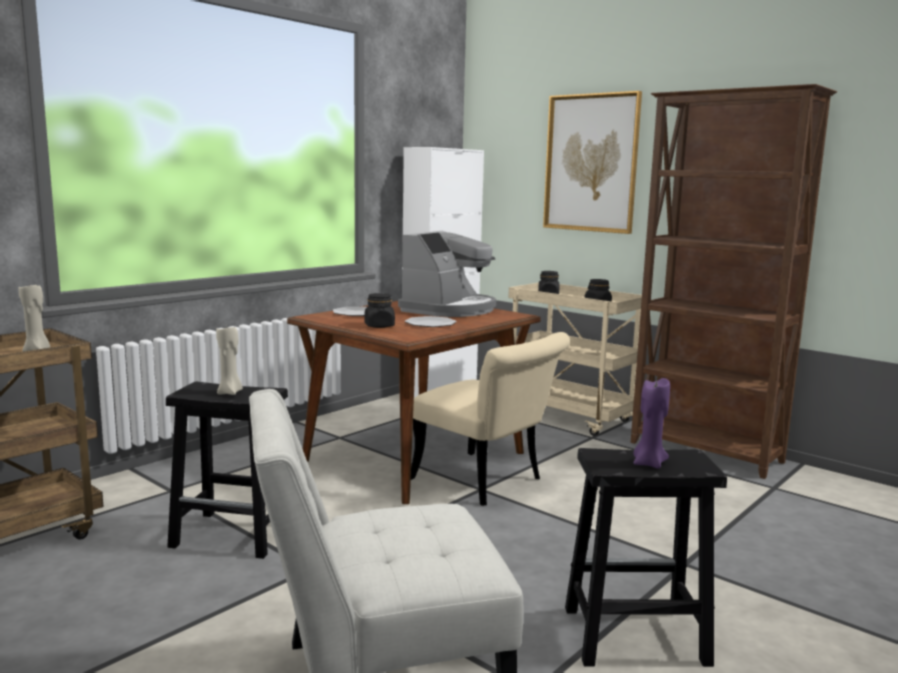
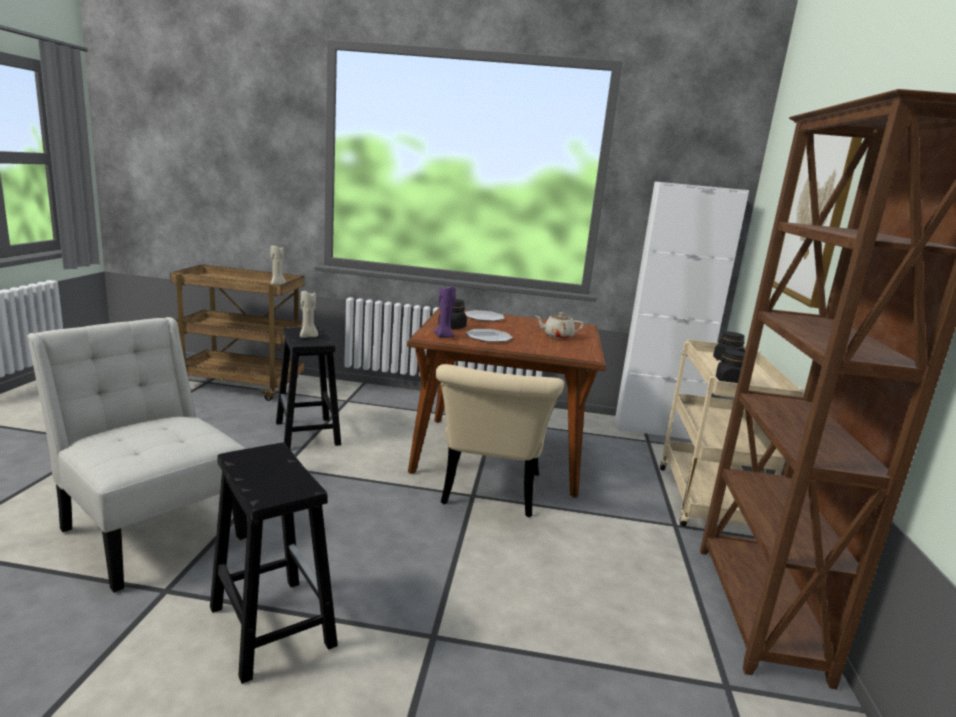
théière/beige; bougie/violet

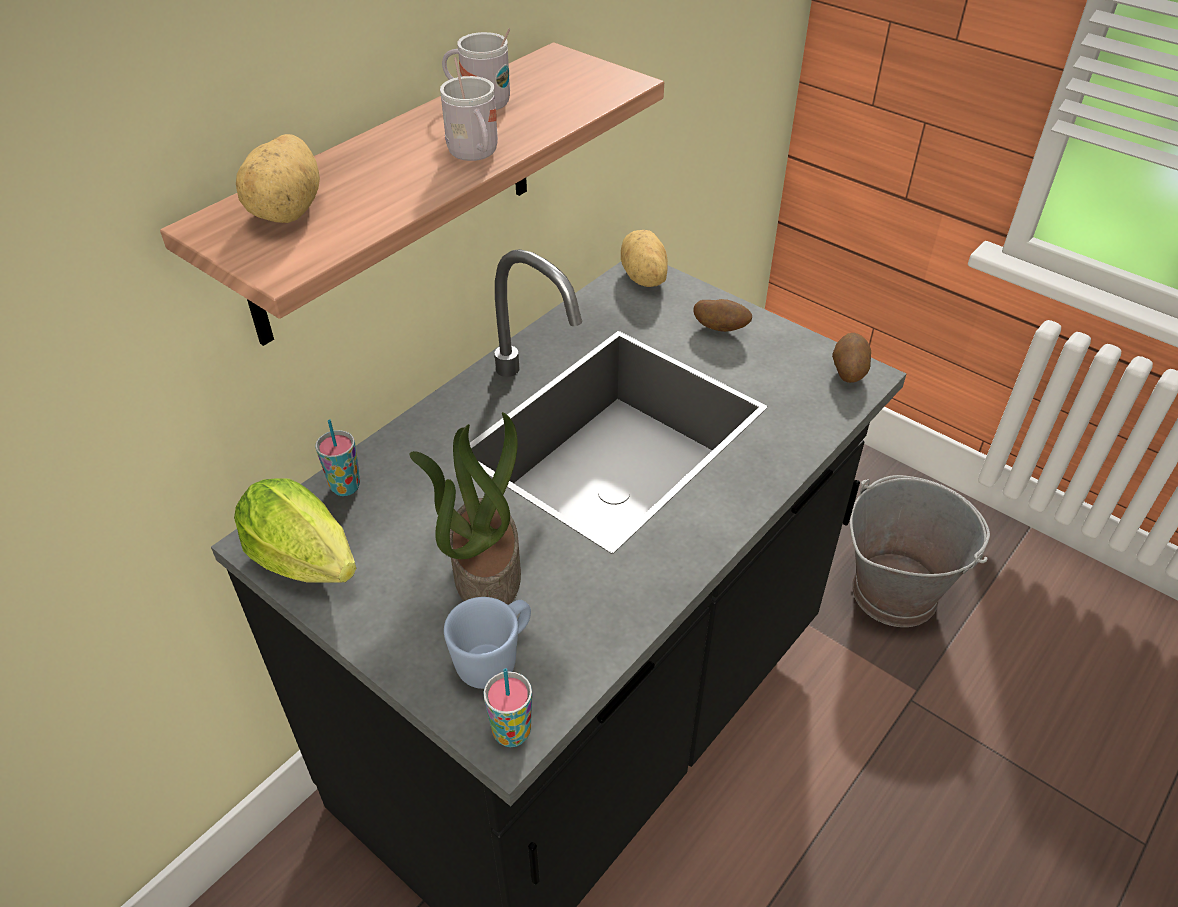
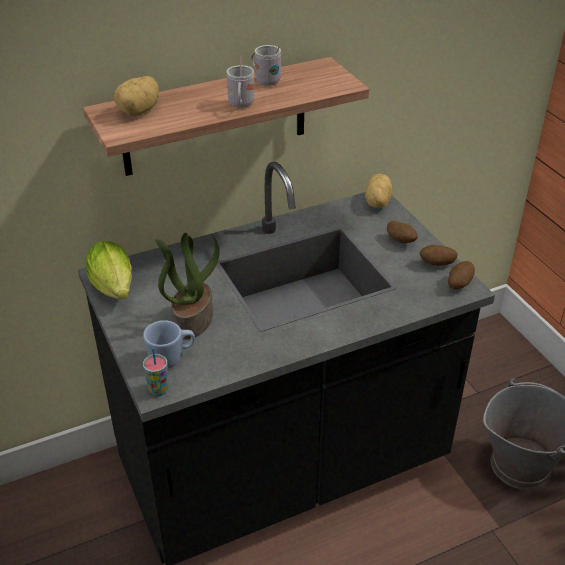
tasse (no. 1 from left in the first image); pomme de terre (no. 4 from left)

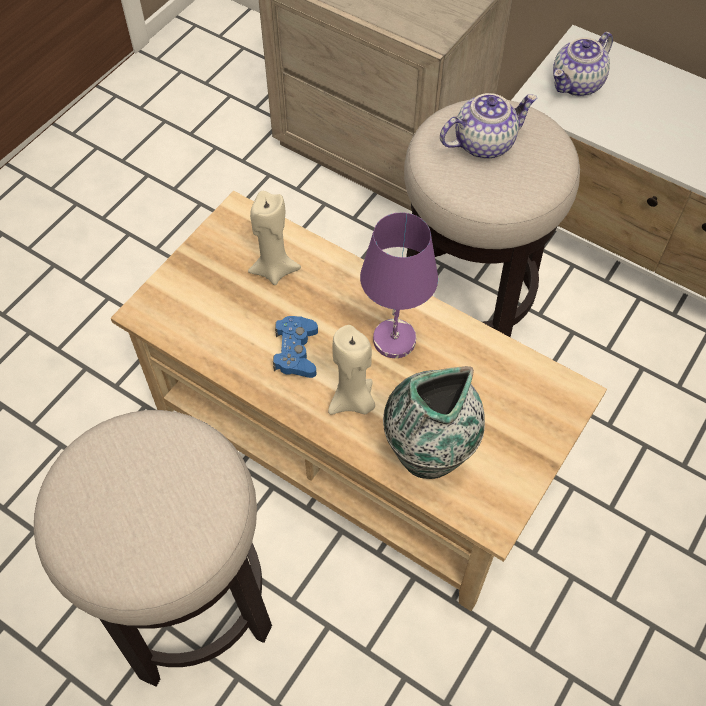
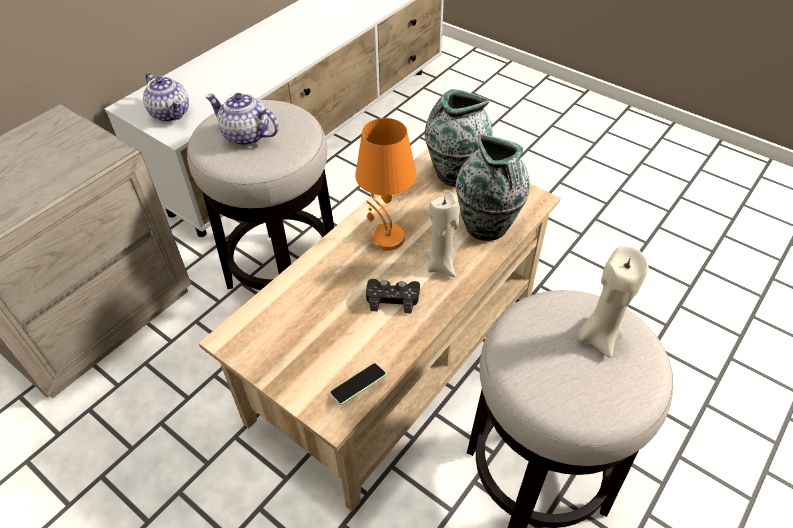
théière (no. 2 from left); bougie/beige (no. 2 from left); lampe de table/orange; manette/noir; vase (no. 1 from left); téléphone

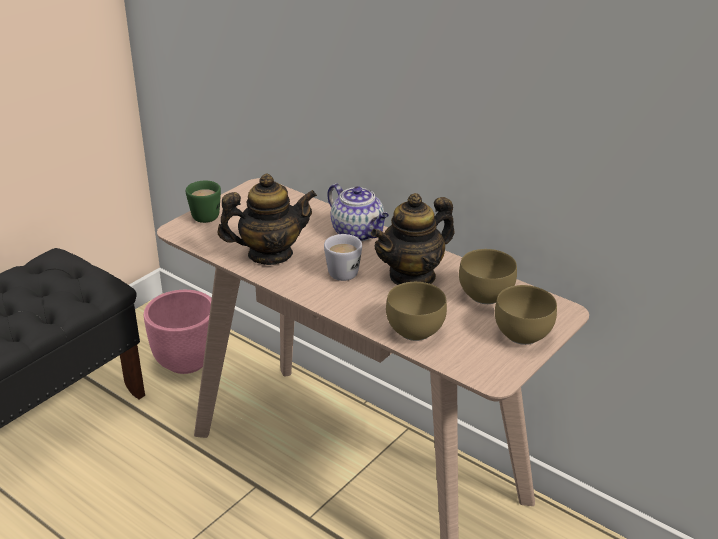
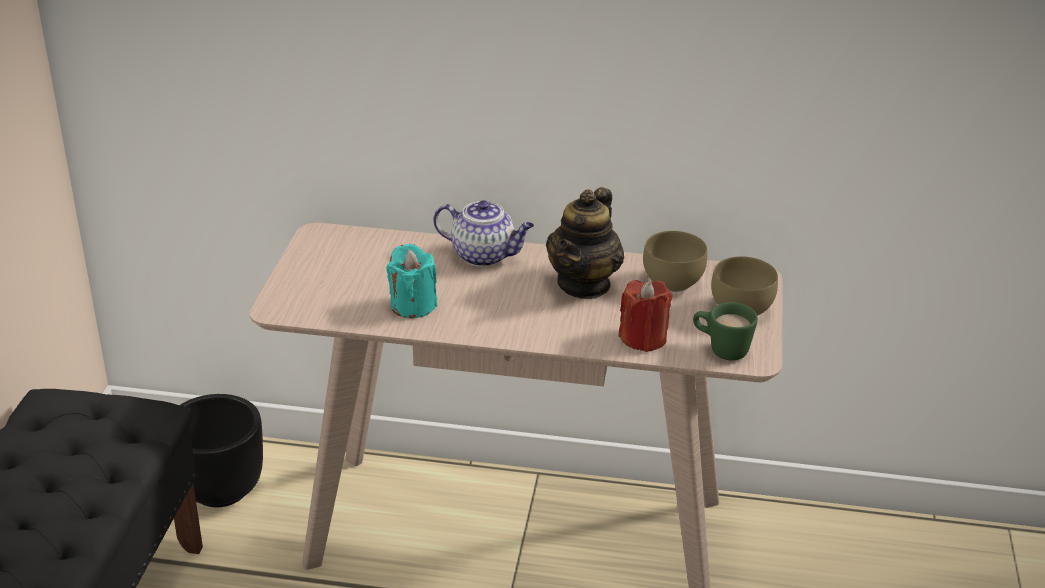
bougie/turquoise; mug/vert; mug/blanc; bougie/rouge; cache-pot/noir

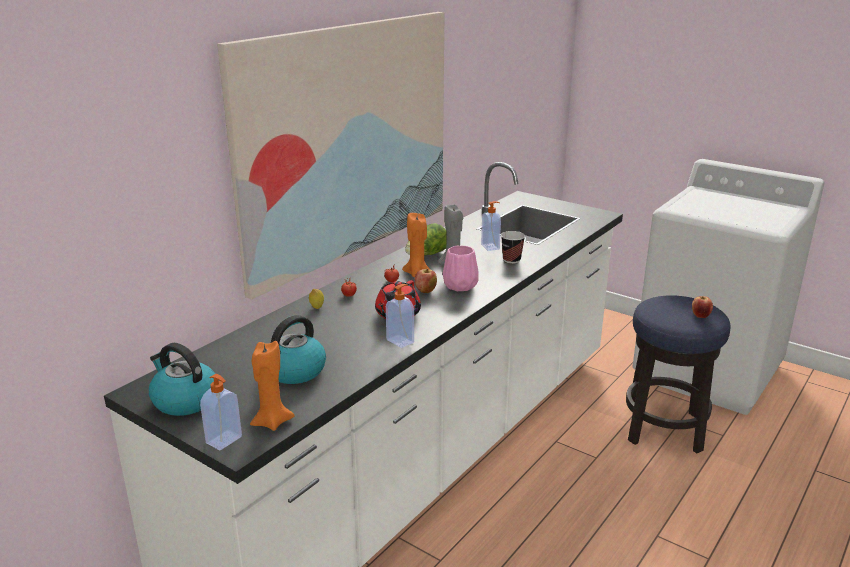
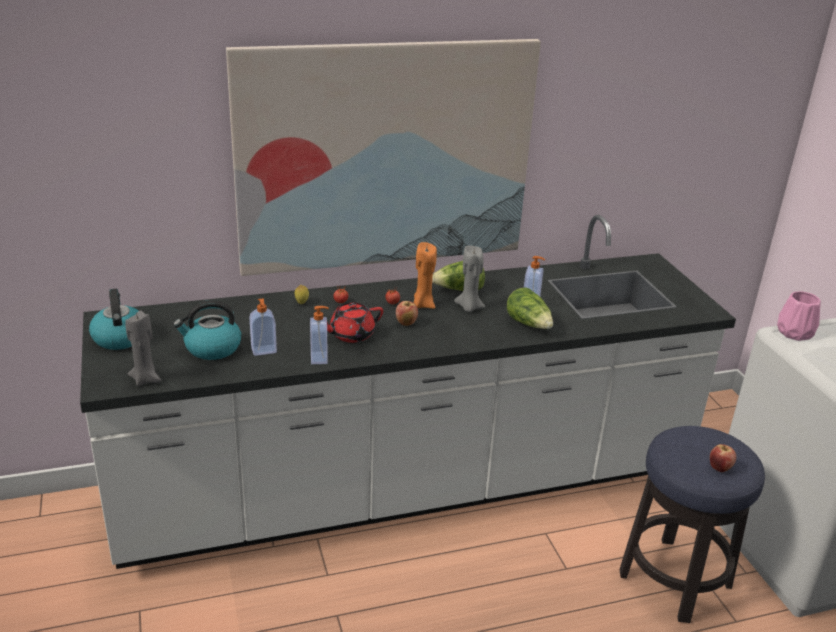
laitue (no. 2 from left); vase/rose; bougie/gris (no. 1 from left); distributeur de savon (no. 1 from left)

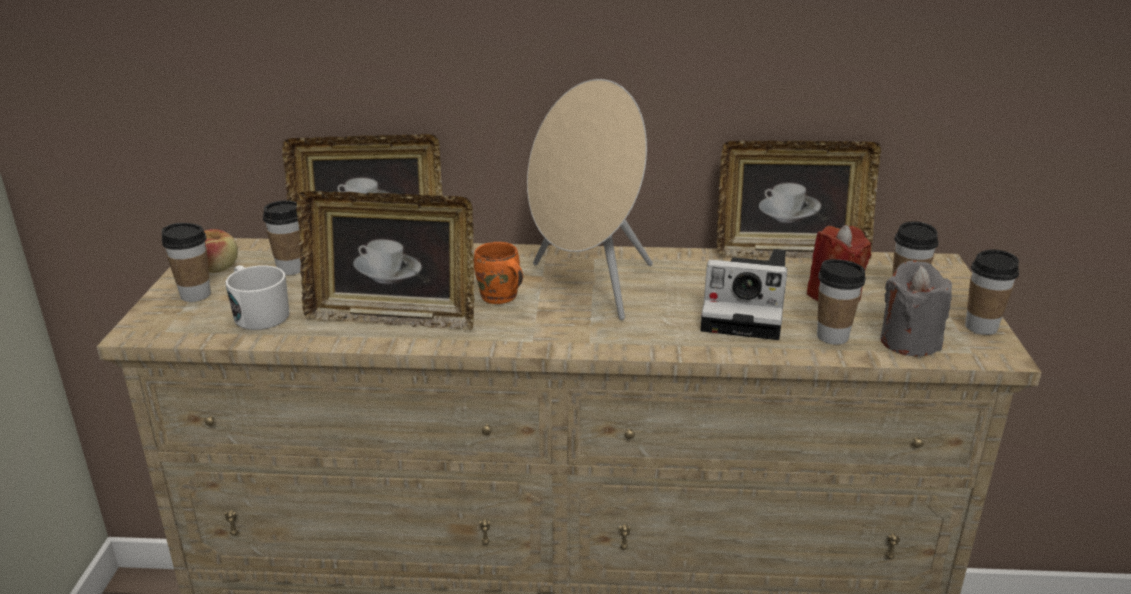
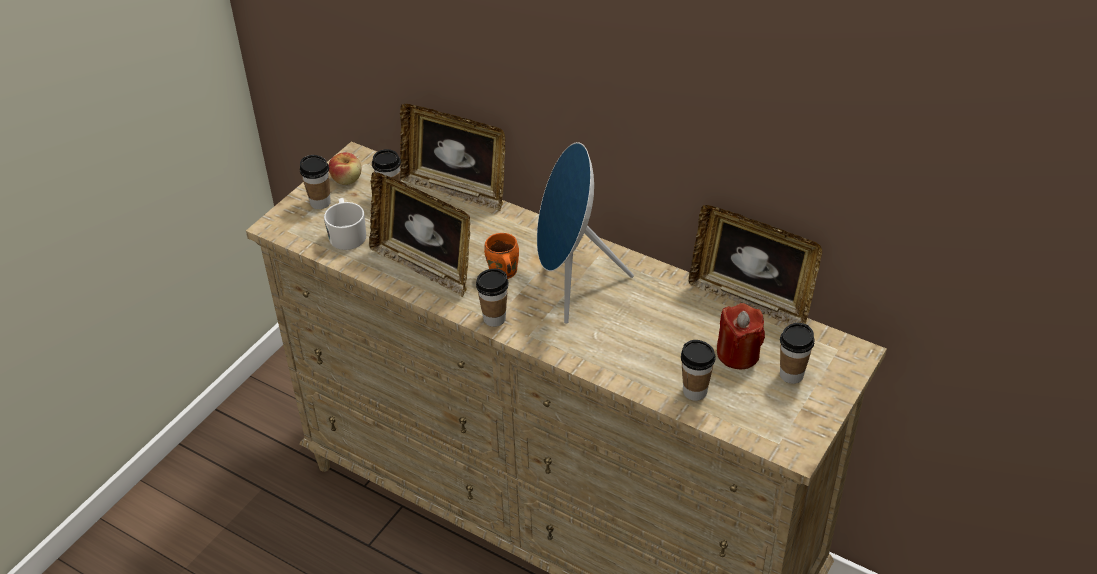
enceinte/bleu; appareil photo; tasse (no. 3 from left); bougie/gris

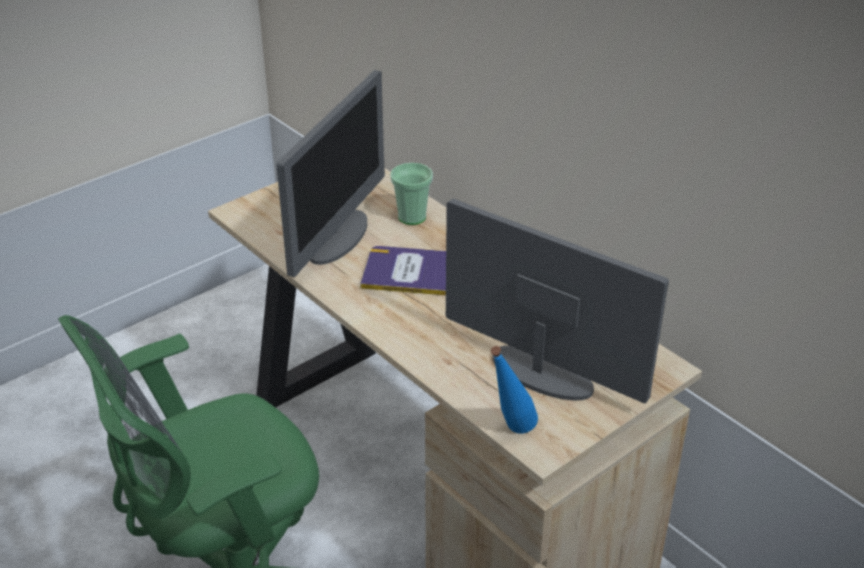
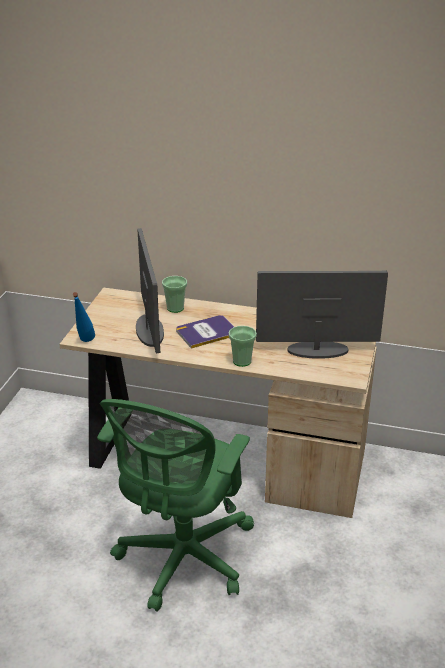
bouteille/bleu; tasse (no. 2 from left)

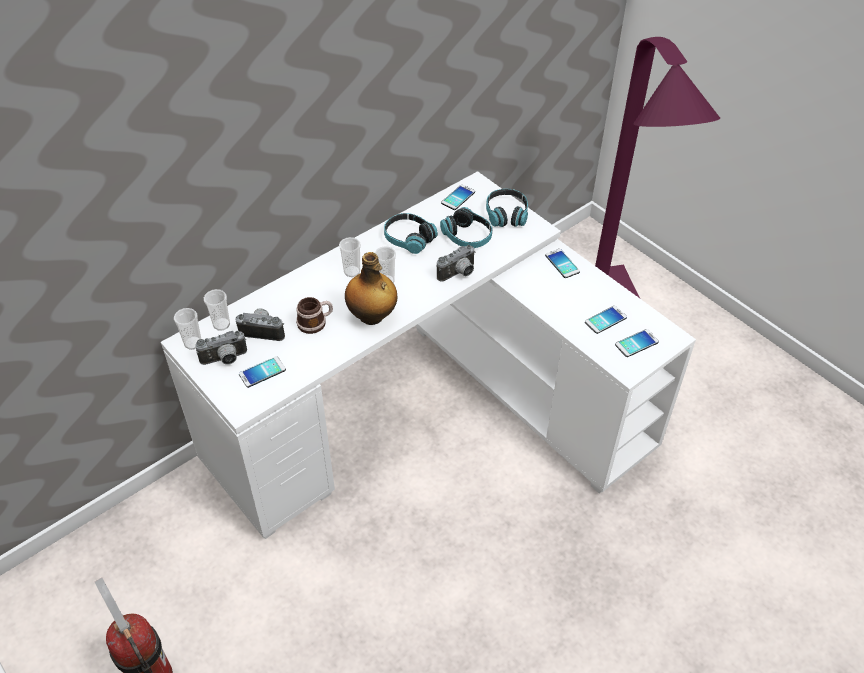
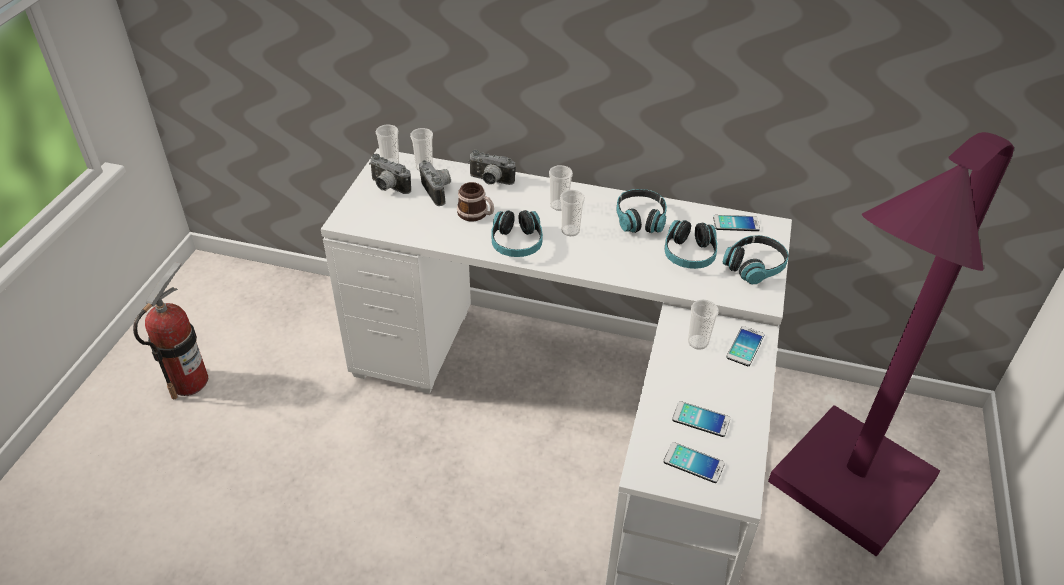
appareil photo (no. 3 from left); casque audio (no. 1 from left); téléphone (no. 1 from left in the first image); tasse (no. 5 from left)

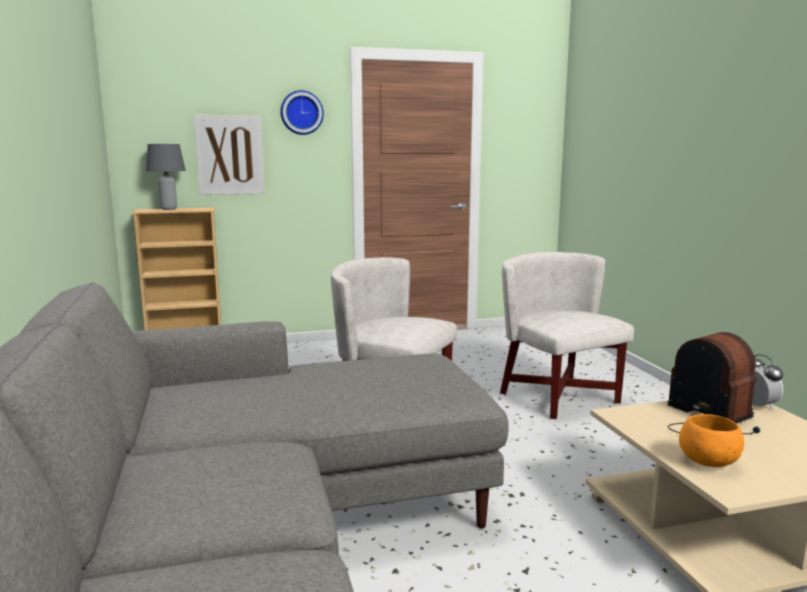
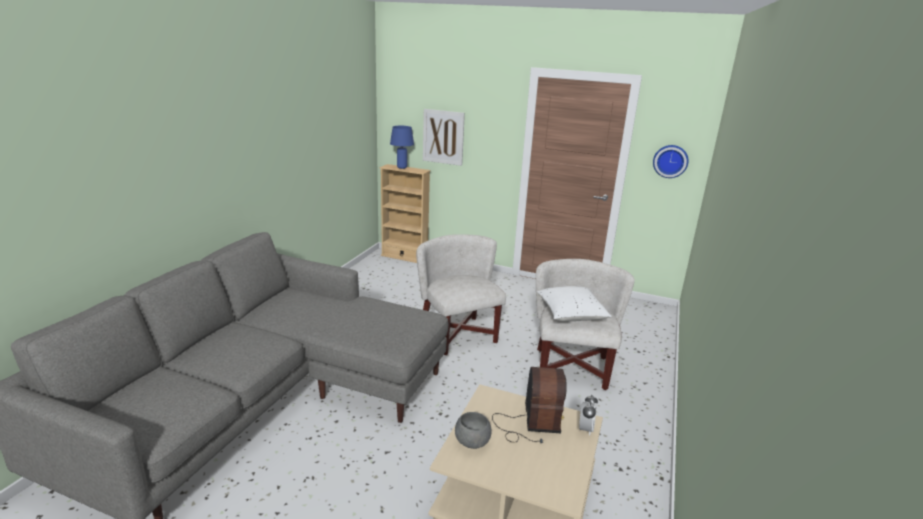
horloge murale; lampe de table/bleu; bol/gris; coussin/blanc

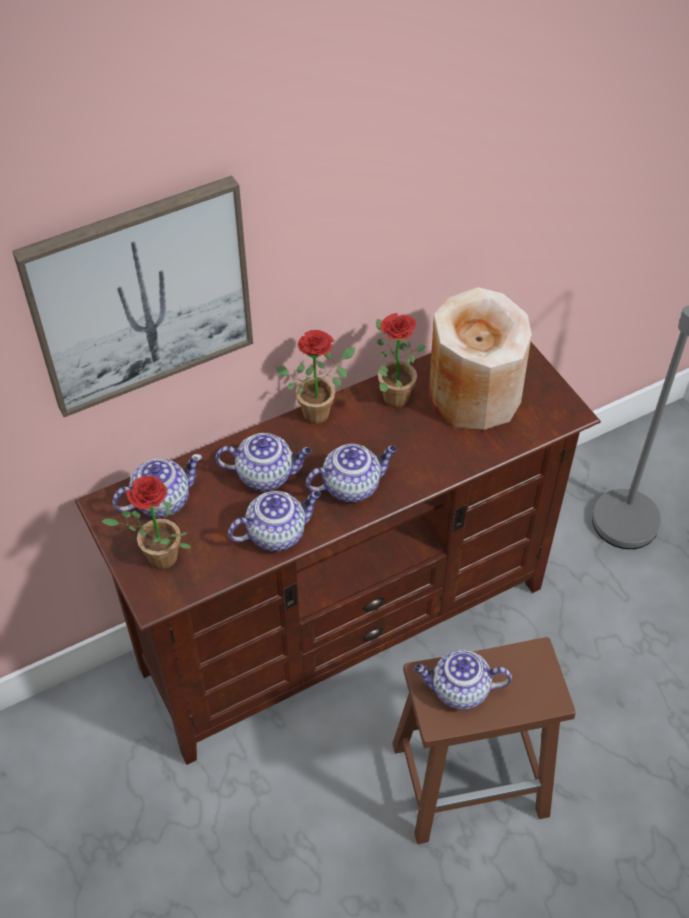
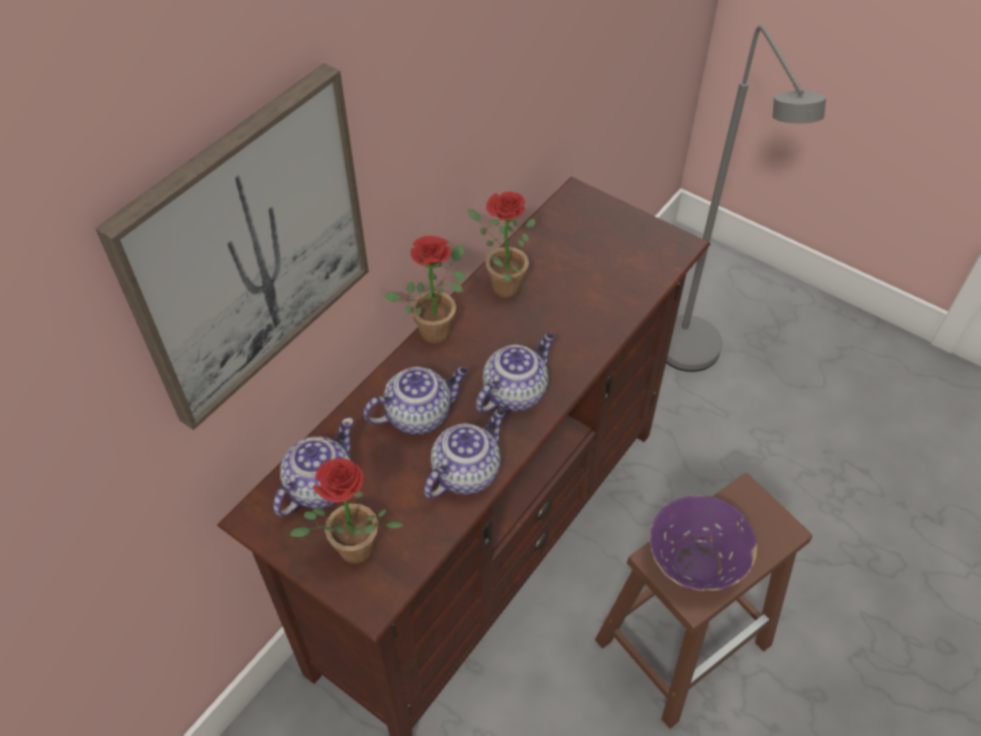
vase/beige; bol/violet

